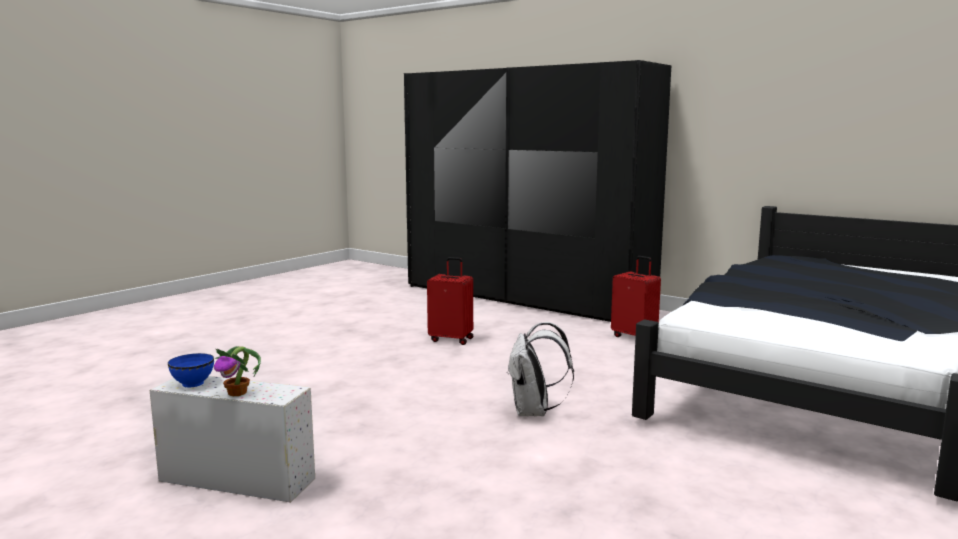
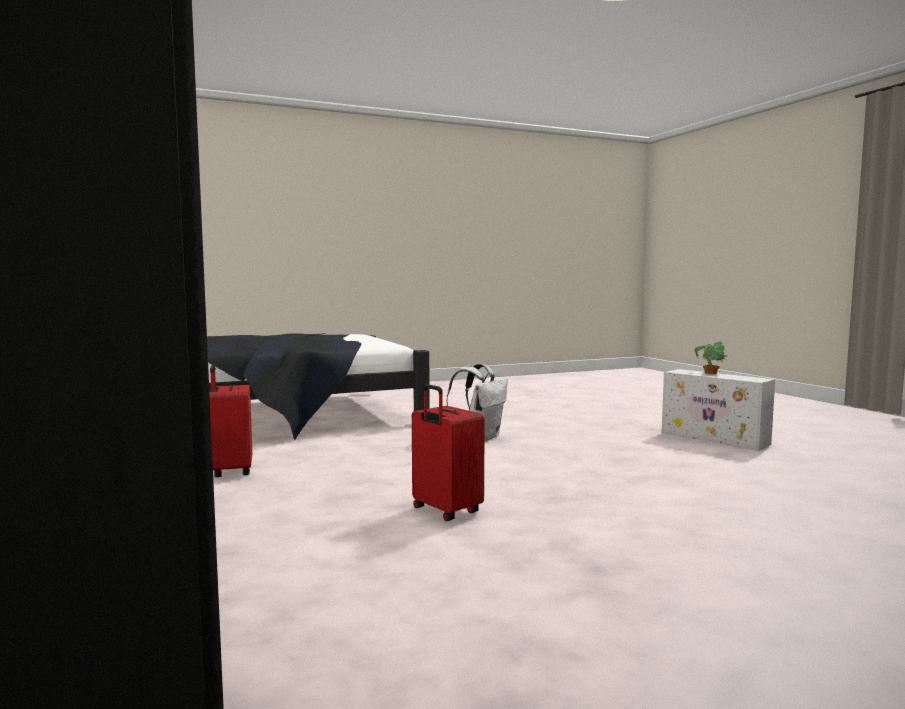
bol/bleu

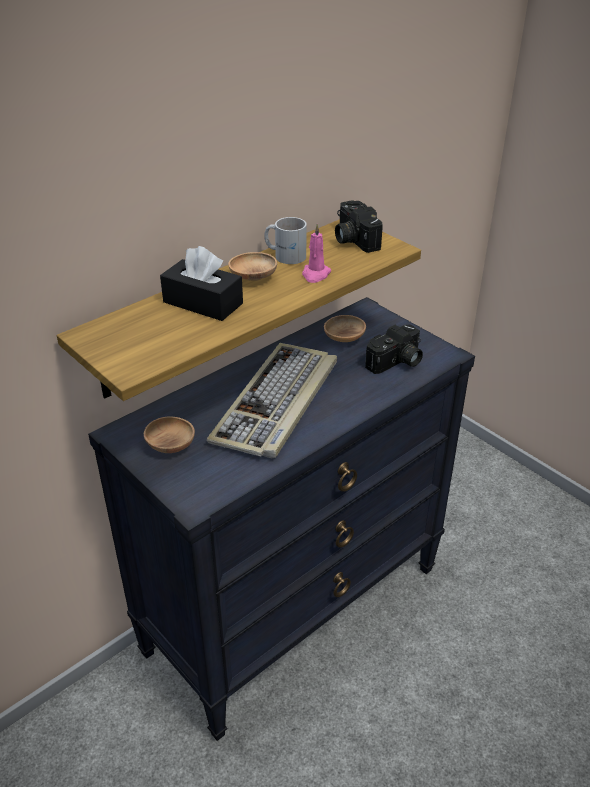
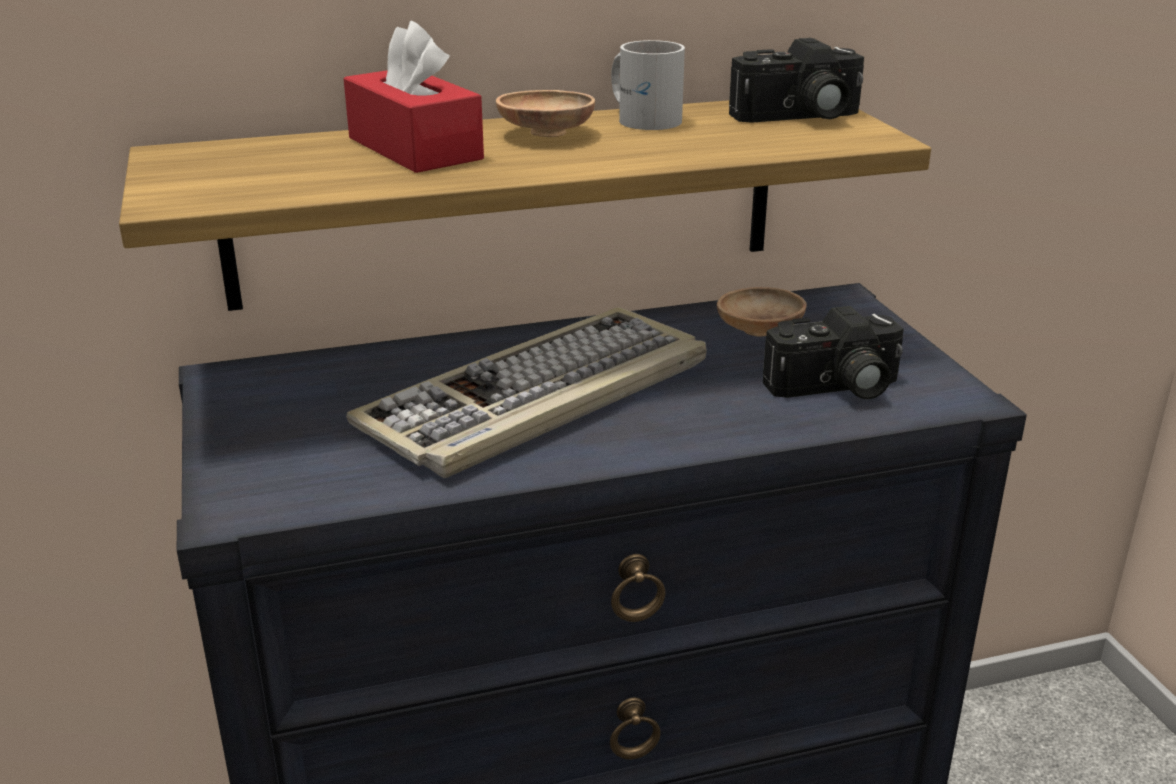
appareil photo (no. 1 from left); bougie/rose; boîte à mouchoirs/rouge; bol/marron (no. 1 from left in the first image)

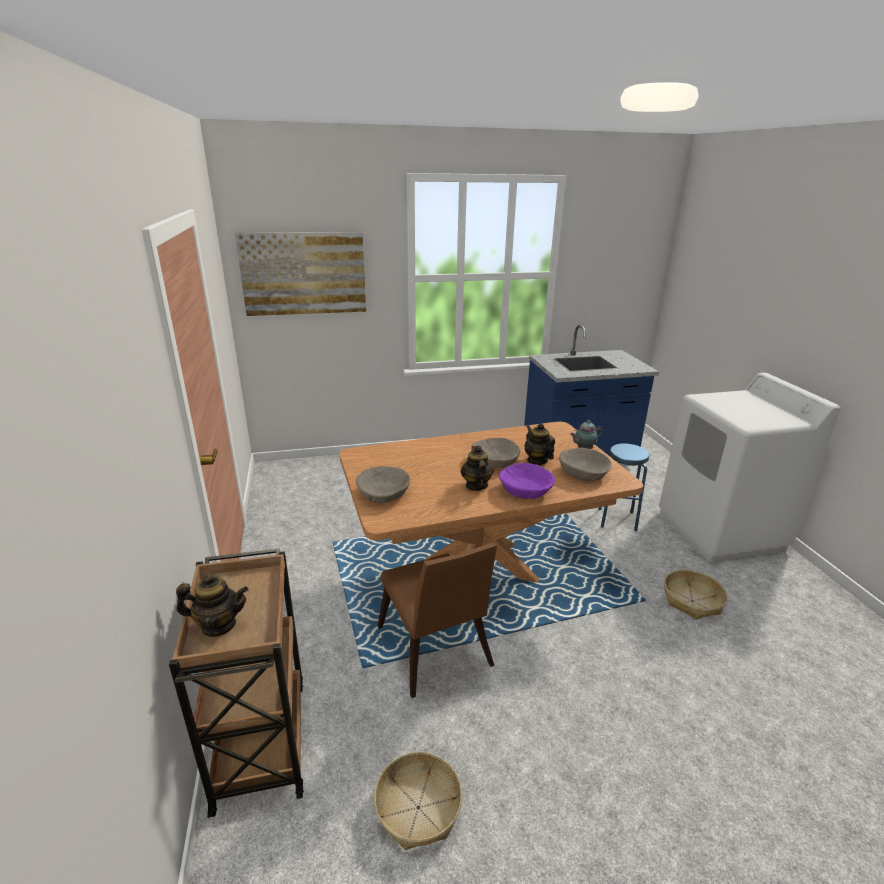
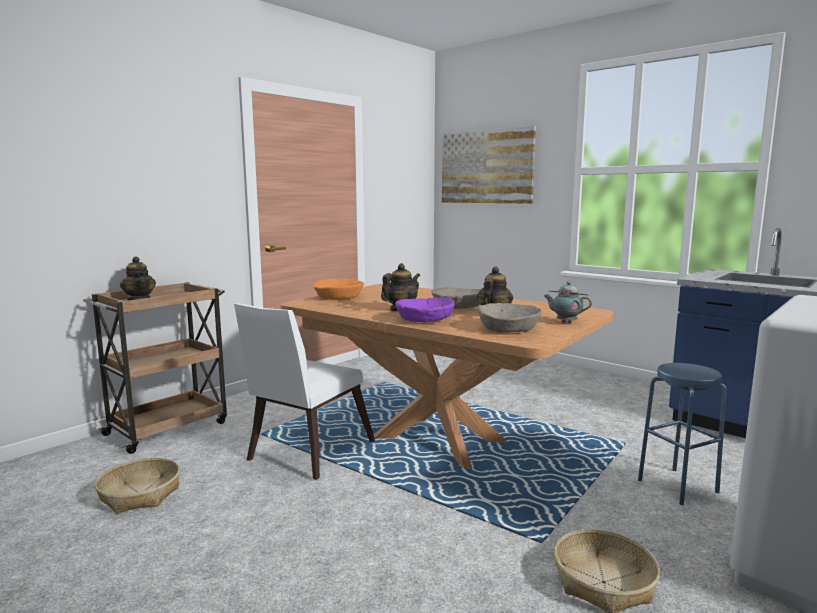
bol/orange; chaise/blanc

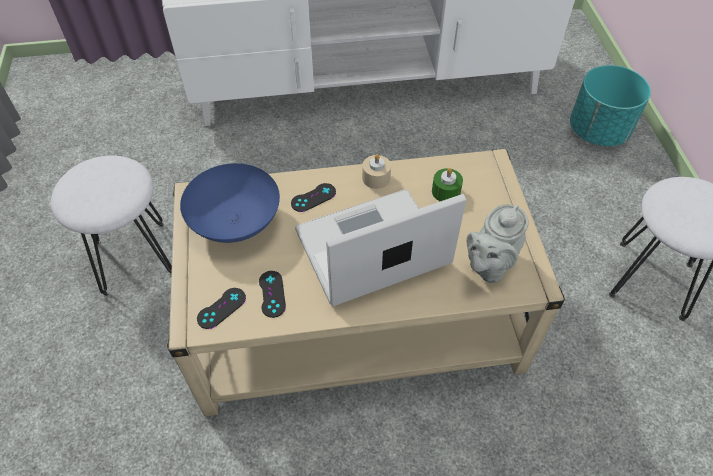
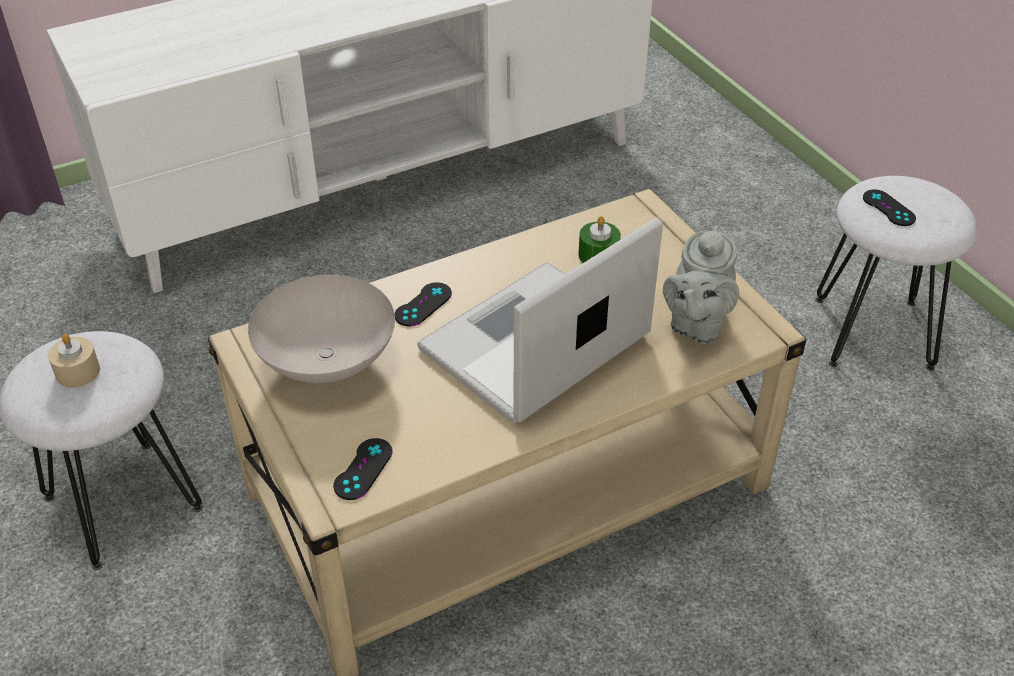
cache-pot/turquoise; bougie/beige; bol/blanc; manette/noir (no. 3 from left)

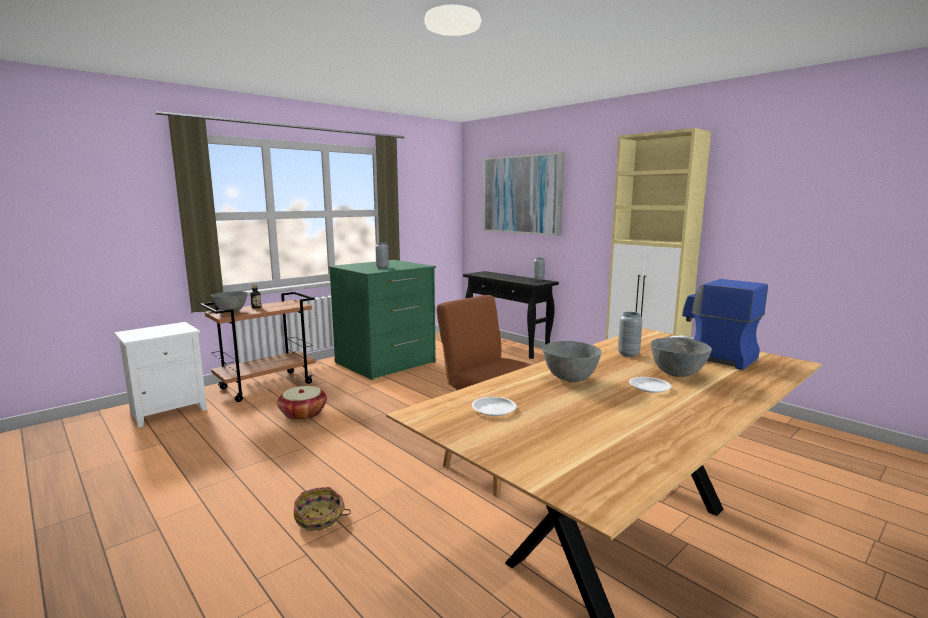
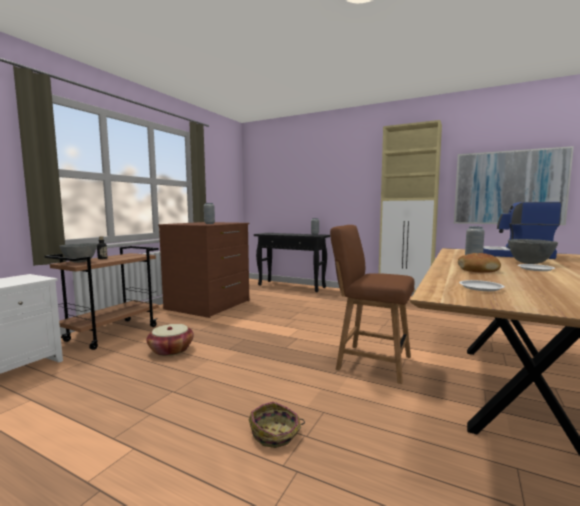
tableau; commode/marron; pain

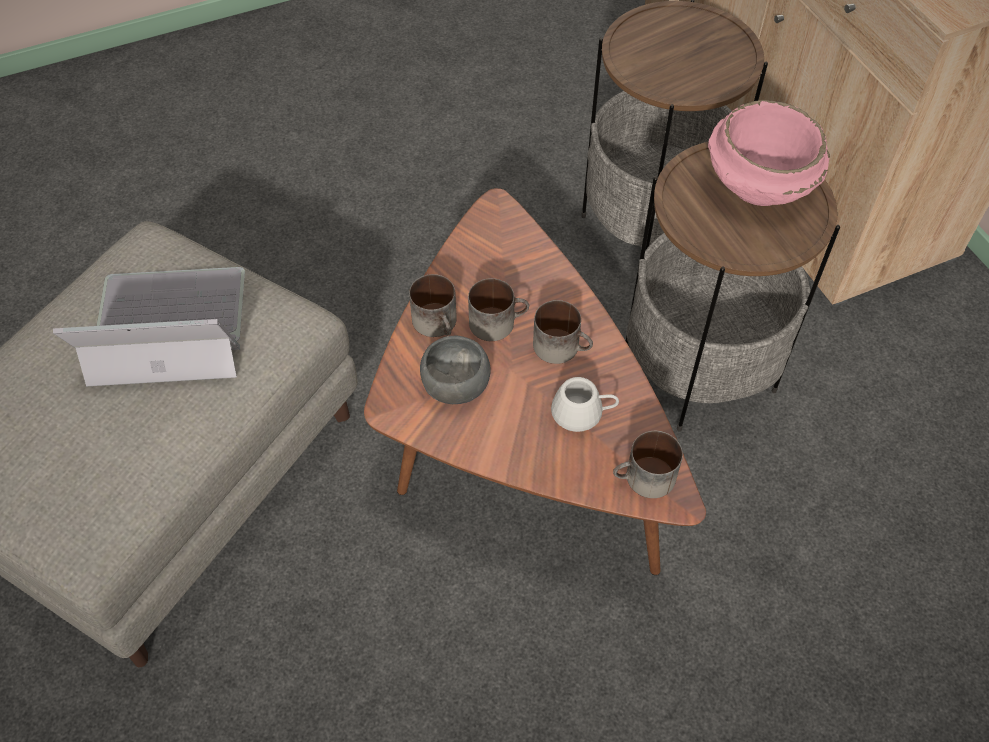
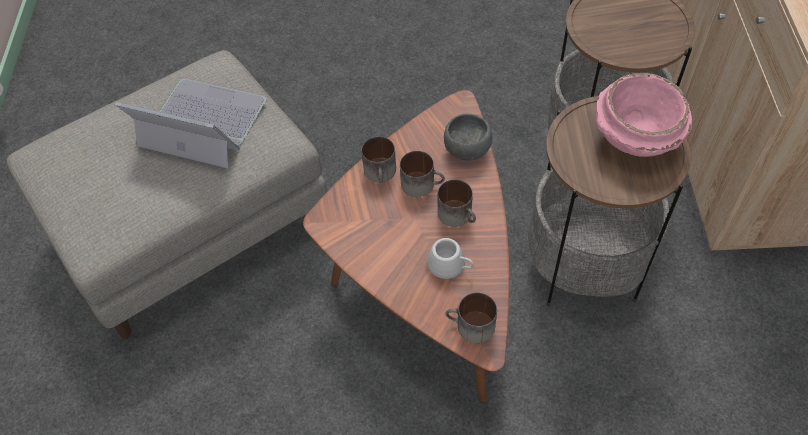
bol/gris

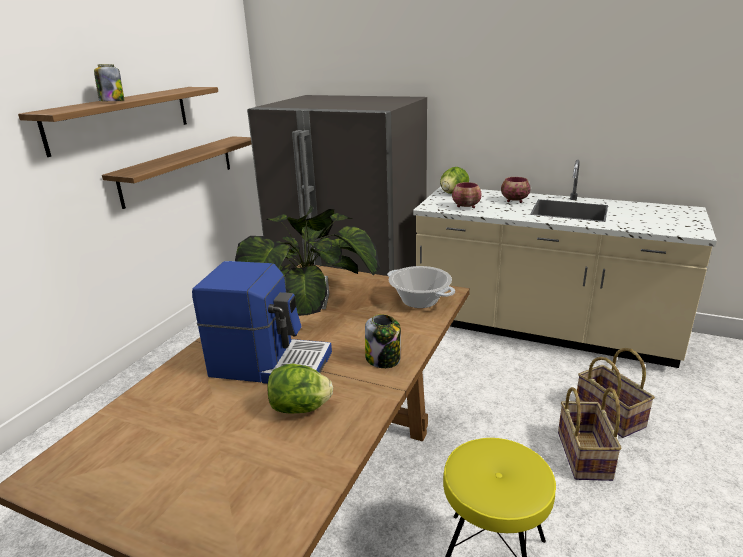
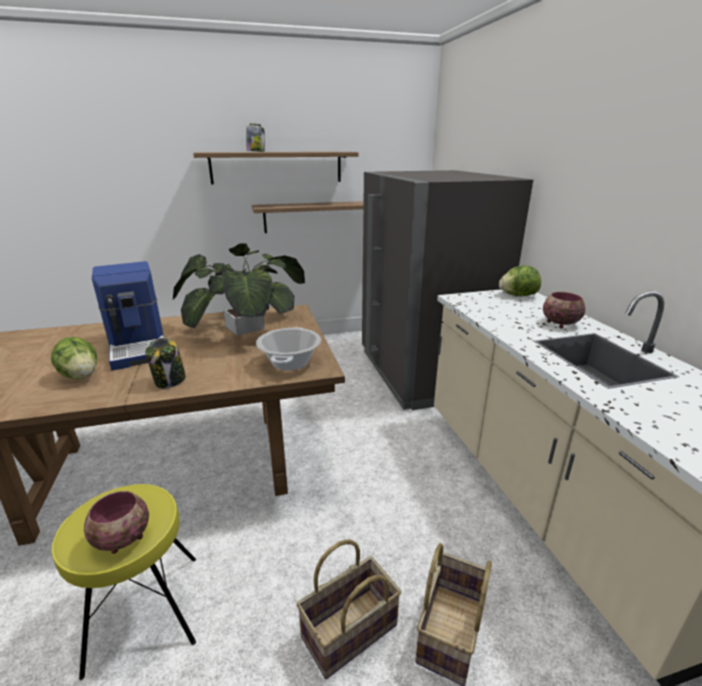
bol (no. 1 from left)

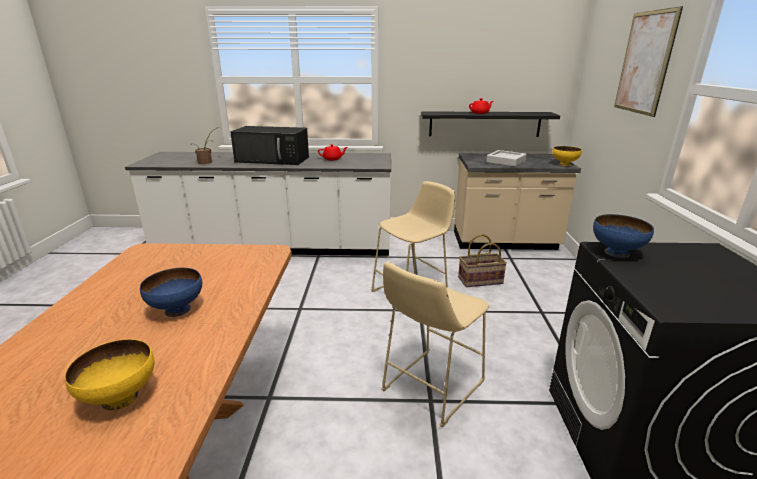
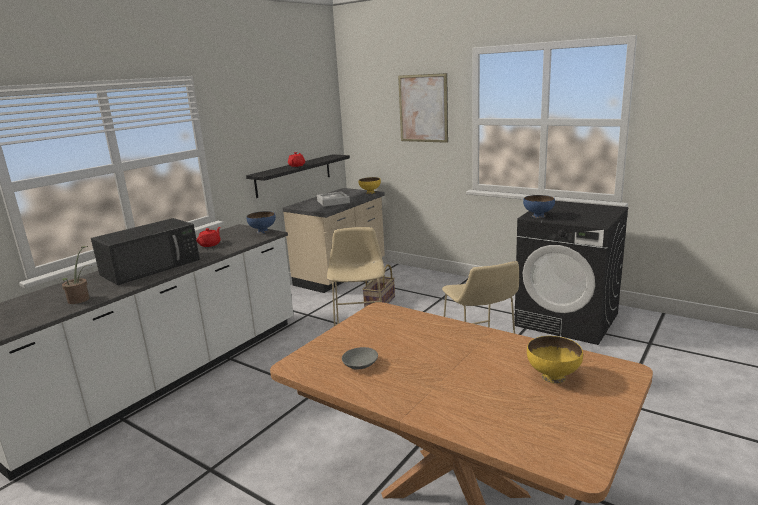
bol/bleu (no. 1 from left); bol/gris

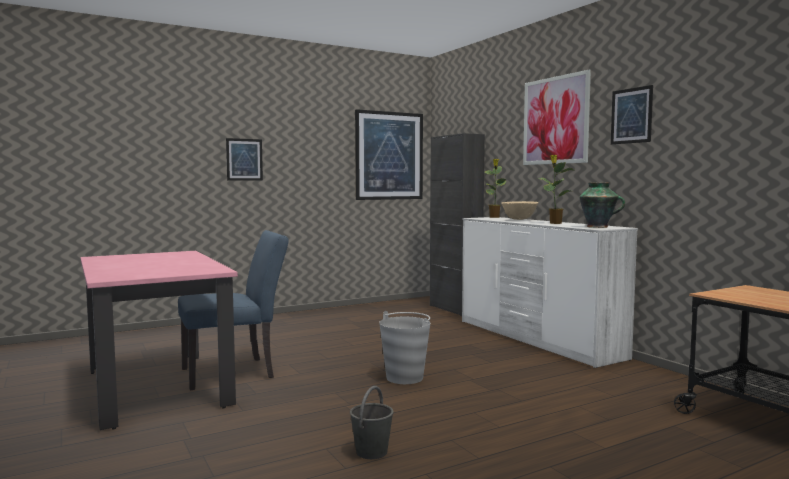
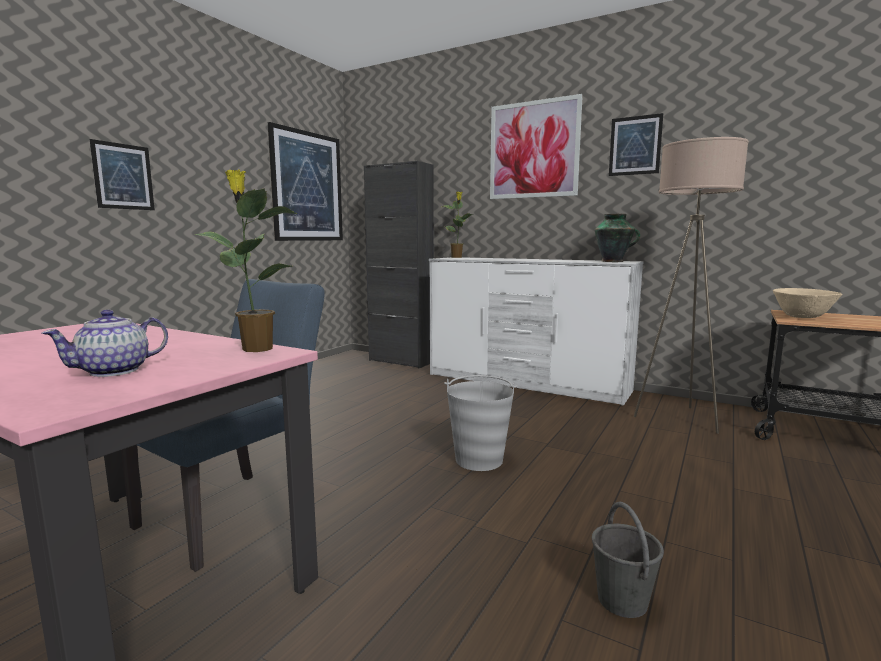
plante en pot (no. 1 from left); bol/beige; lampadaire/beige; théière

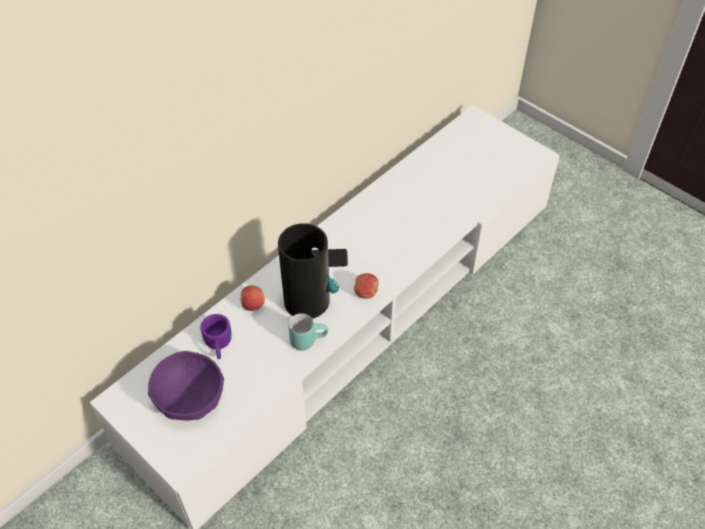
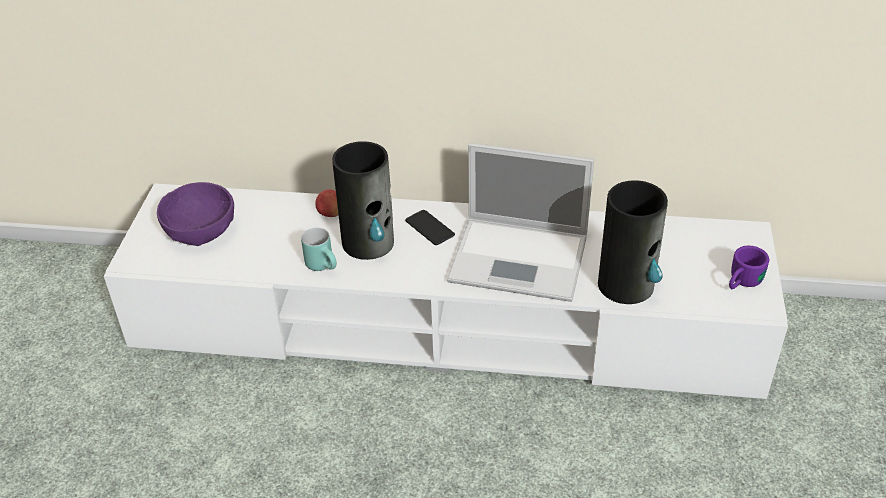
pomme (no. 2 from left in the first image); mug/violet; ordinateur portable; vase (no. 2 from left)

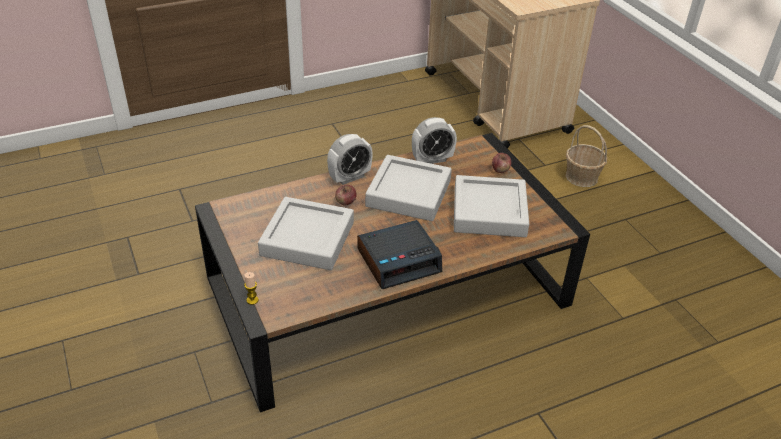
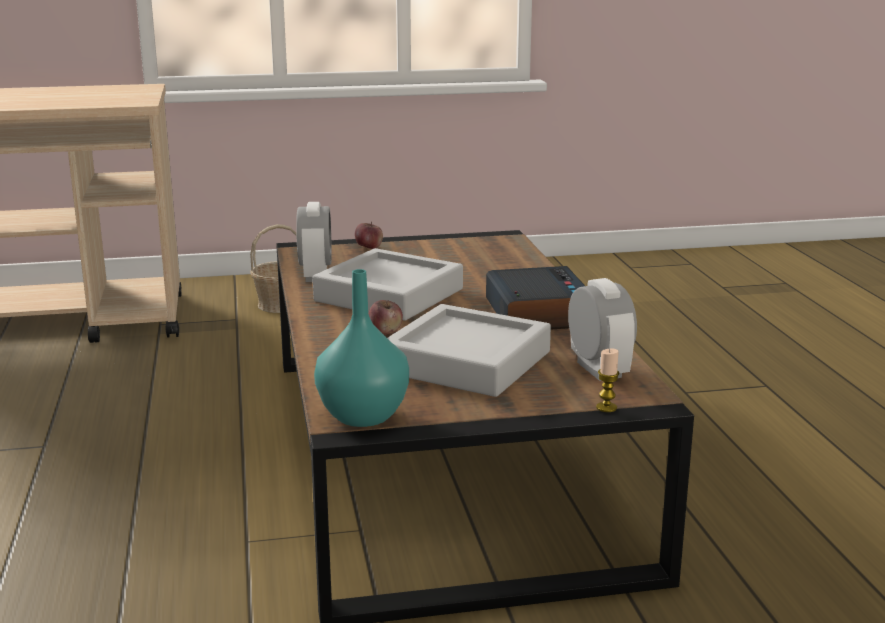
réveil (no. 3 from left); plateau/gris (no. 3 from left in the first image); vase/turquoise

